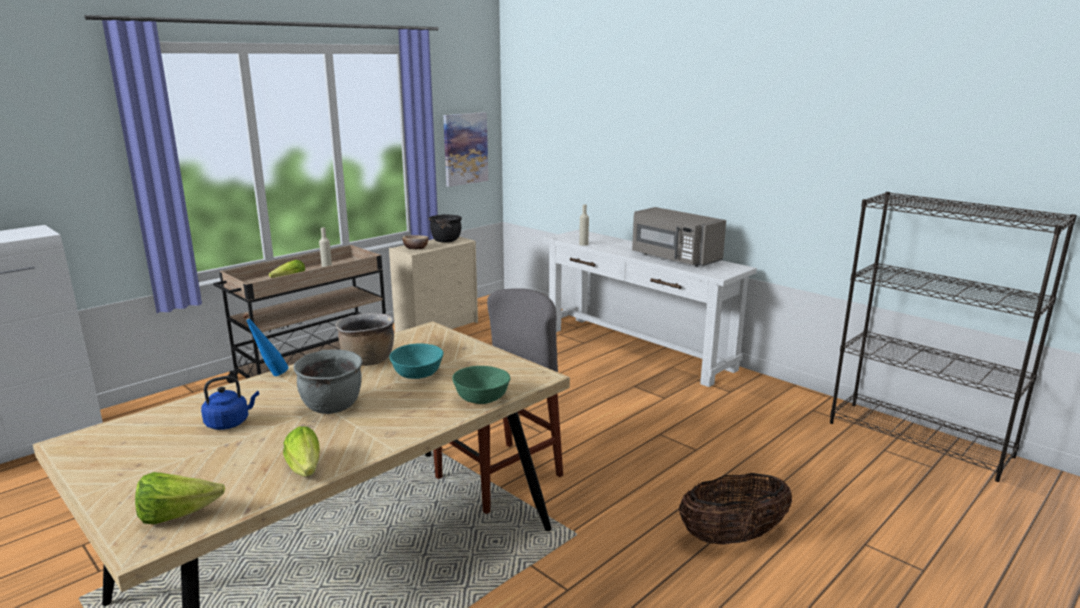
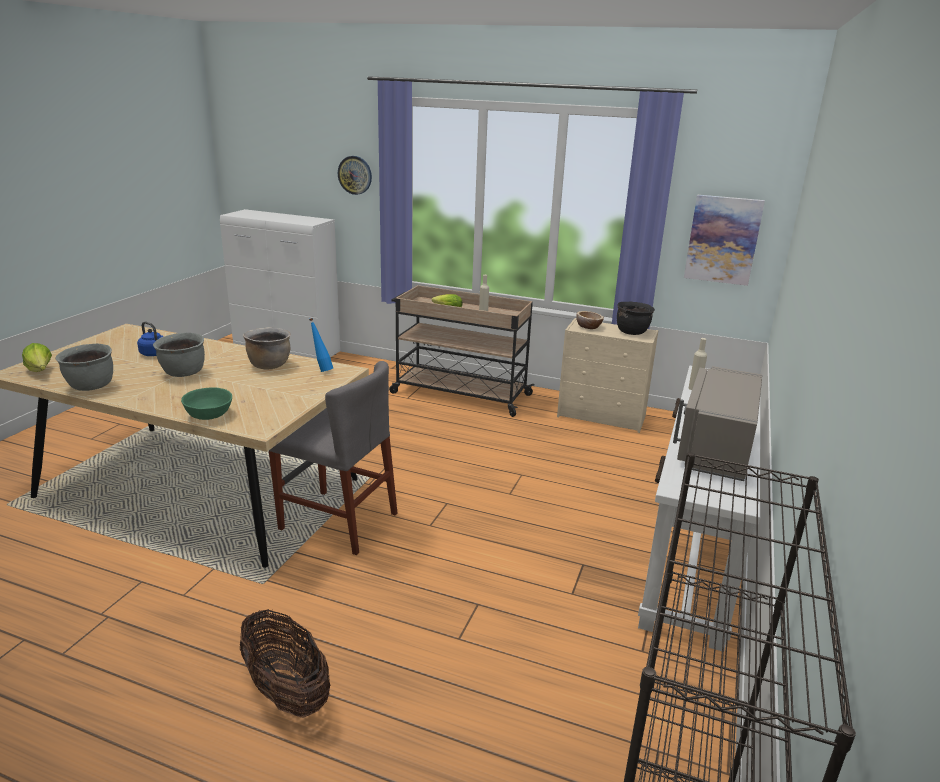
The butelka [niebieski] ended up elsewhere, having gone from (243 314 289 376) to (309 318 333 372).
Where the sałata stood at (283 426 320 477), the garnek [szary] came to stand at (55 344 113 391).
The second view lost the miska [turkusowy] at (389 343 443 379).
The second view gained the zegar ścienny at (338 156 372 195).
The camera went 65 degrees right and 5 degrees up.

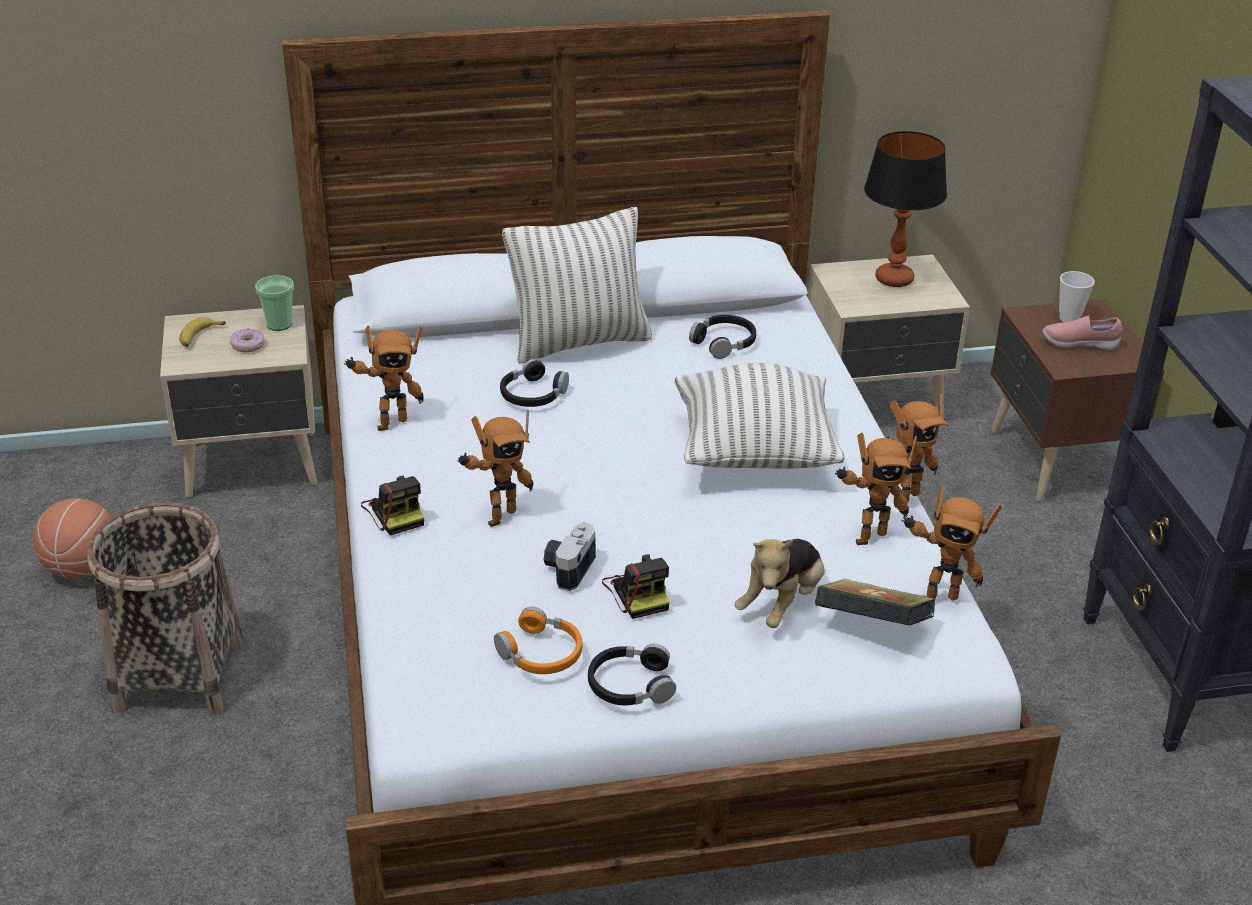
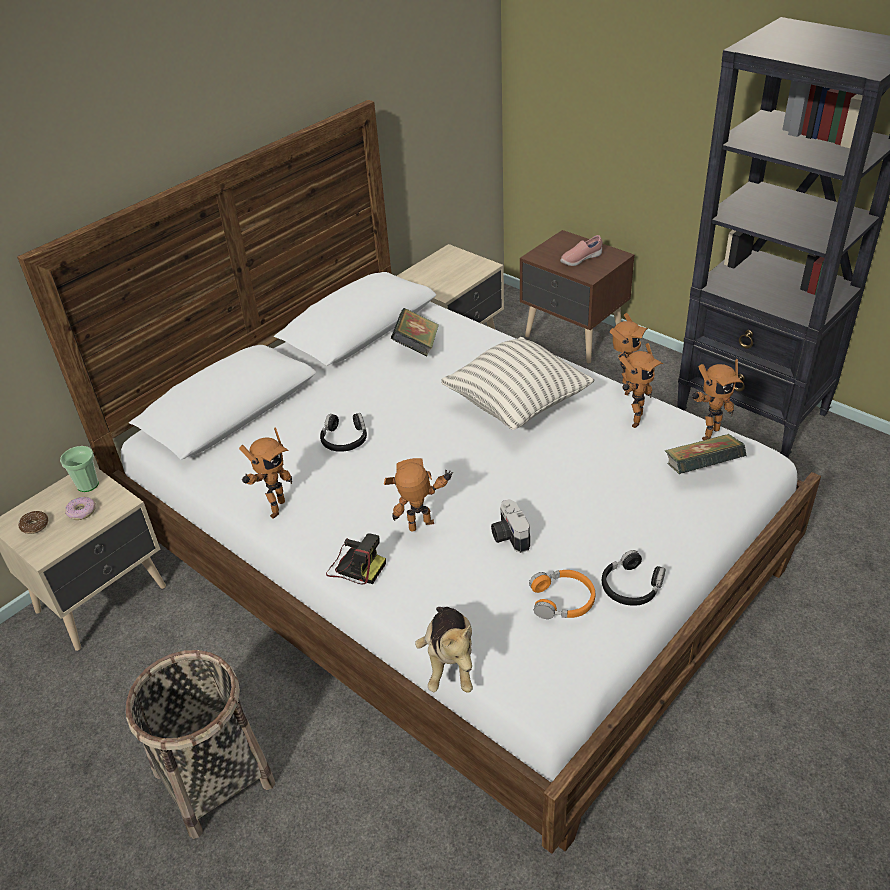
The second view lost the piłka do koszykówki at (33 498 111 579).
Where the banan stood at (179 317 226 347), the donut came to stand at (19 511 48 534).
The robot zabawkowy at (457 410 533 527) ended up facing another way, 120 degrees counterclockwise from before.
The second view lost the poduszka at (502 207 652 364).
The second view lost the aparat fotograficzny at (602 554 670 619).
Where the słuchawki [czarny] stood at (689 315 756 359), the książka came to stand at (391 308 439 356).
The pluszak ended up elsewhere, having gone from (735 539 825 628) to (415 607 473 693).
The second view lost the lampa stołowa at (864 131 947 287).
The second view lost the filiżanka at (1059 271 1095 322).
The camera went 35 degrees left and 5 degrees up.

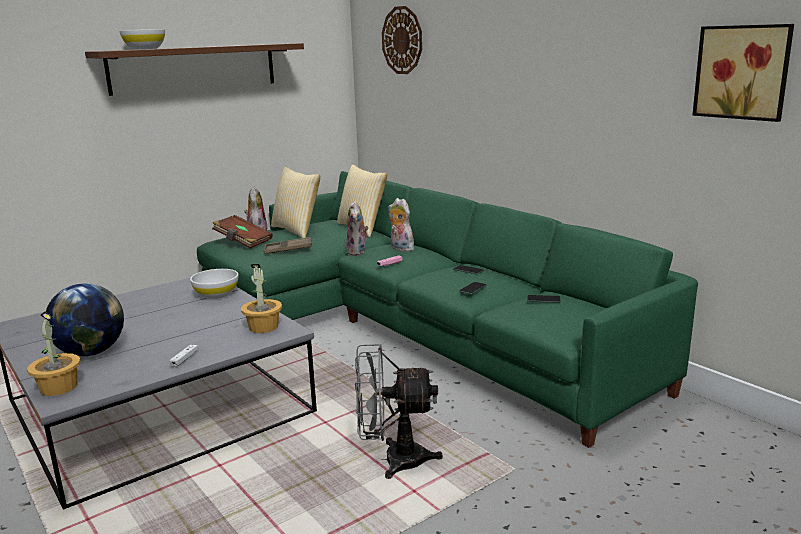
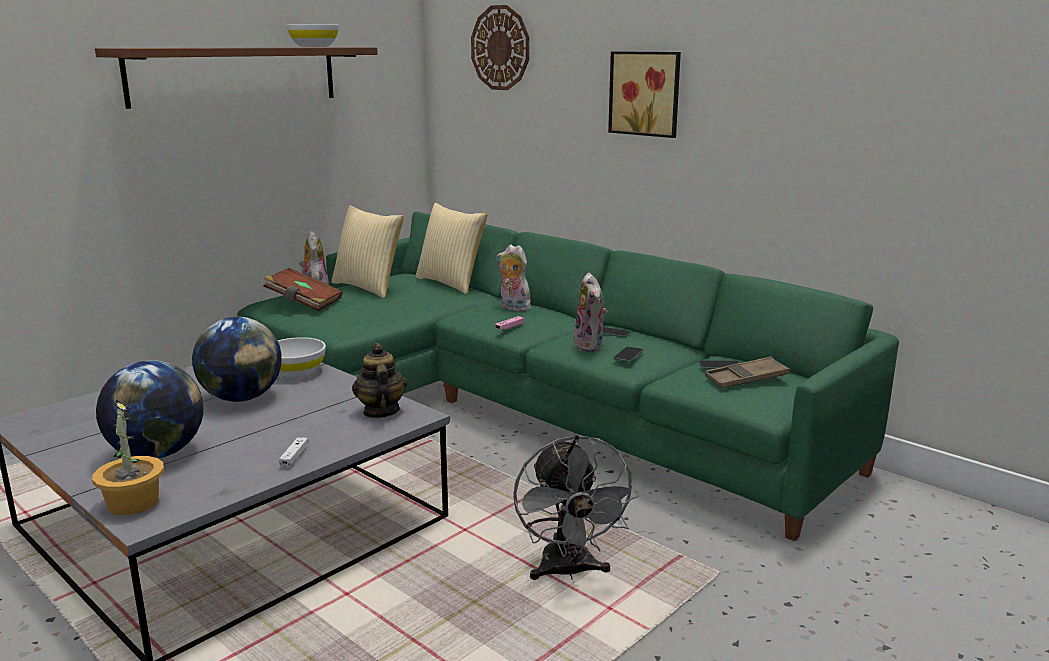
The miska [biały] ended up elsewhere, having gone from (120 29 165 49) to (287 24 339 47).
Where the roślina doniczkowa stood at (241 264 282 333), the imbryk came to stand at (352 343 408 418).
The taca [brązowy] ended up elsewhere, having gone from (264 237 312 254) to (705 356 790 388).
The pluszak ended up elsewhere, having gone from (346 201 369 256) to (574 272 608 352).
The wentylator [szary] at (355 344 443 479) ended up facing another way, 90 degrees counterclockwise from before.
The obraz ended up elsewhere, having gone from (693 24 794 122) to (608 51 681 138).
The second view gained the globus at (192 317 281 402).
The camera went 10 degrees left and 0 degrees up.

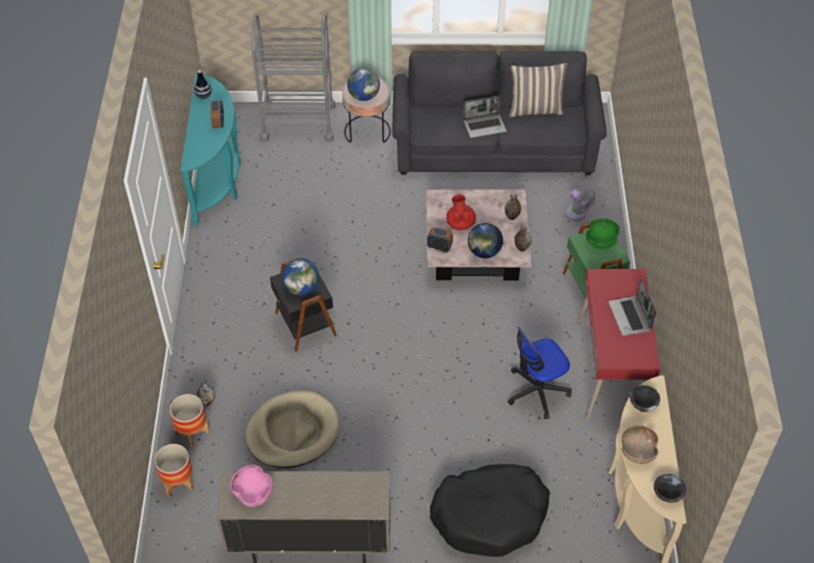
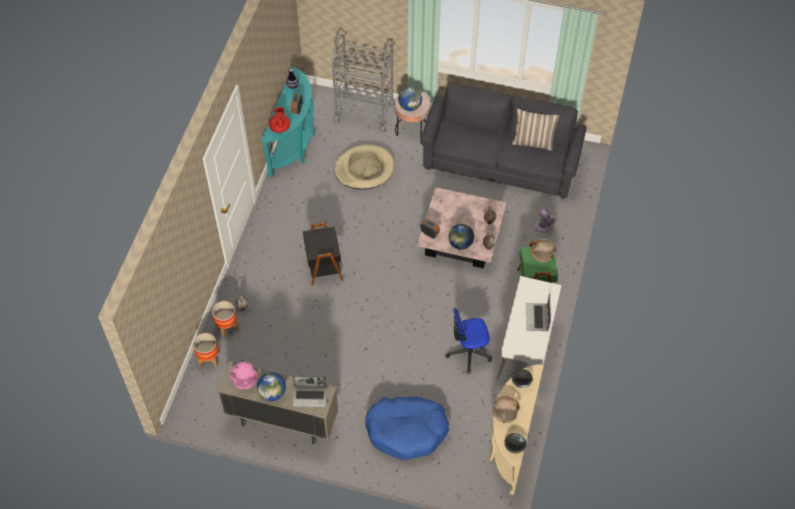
The legowisko [beżowy] ended up elsewhere, having gone from (245 390 339 468) to (334 145 394 190).
The globus ended up elsewhere, having gone from (282 258 319 295) to (257 372 286 401).
What was the legowisko [czarny] at (430 464 550 557) turned into the legowisko [niebieski] at (365 396 449 460).
The imbryk [czerwony] ended up elsewhere, having gone from (446 195 476 230) to (269 107 290 133).
The laptop ended up elsewhere, having gone from (463 95 507 138) to (293 376 327 407).
What was the biurko [czerwony] at (577 269 660 419) turned into the biurko [biały] at (496 276 562 390).
What was the miska [zielony] at (586 218 620 249) turned into the miska [brązowy] at (530 239 556 263).
The camera went 15 degrees right and 5 degrees up.

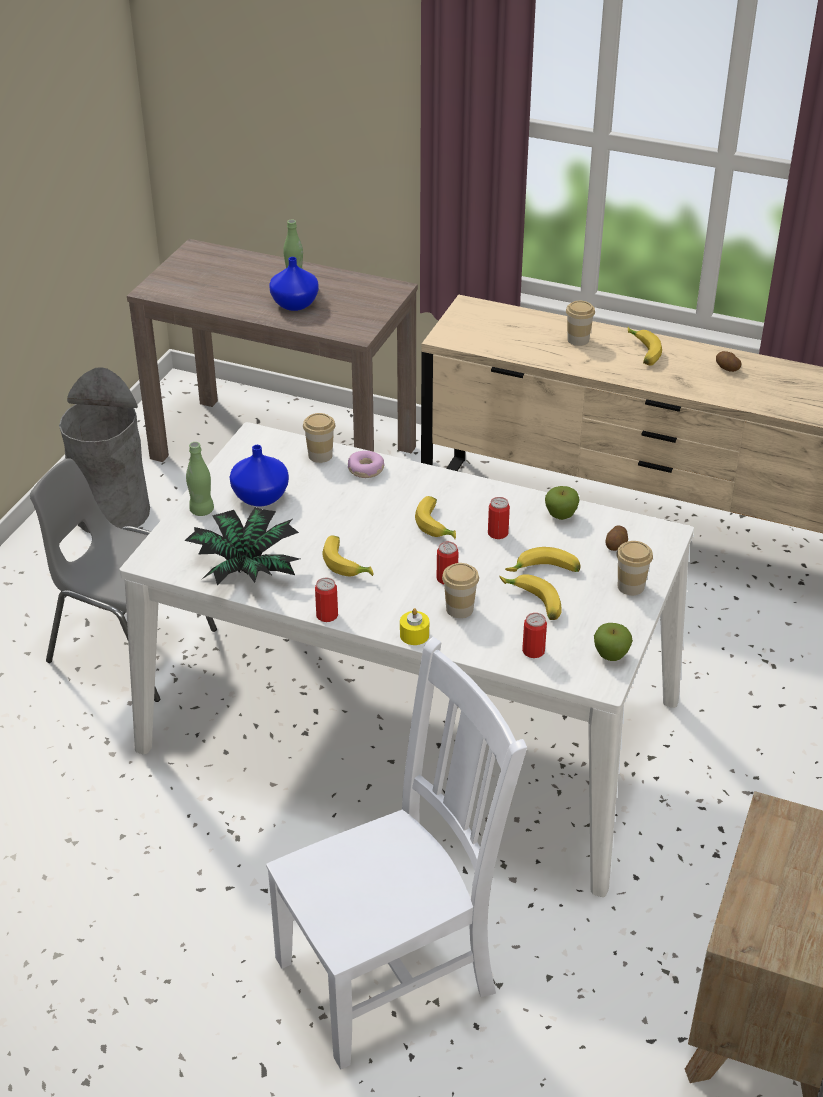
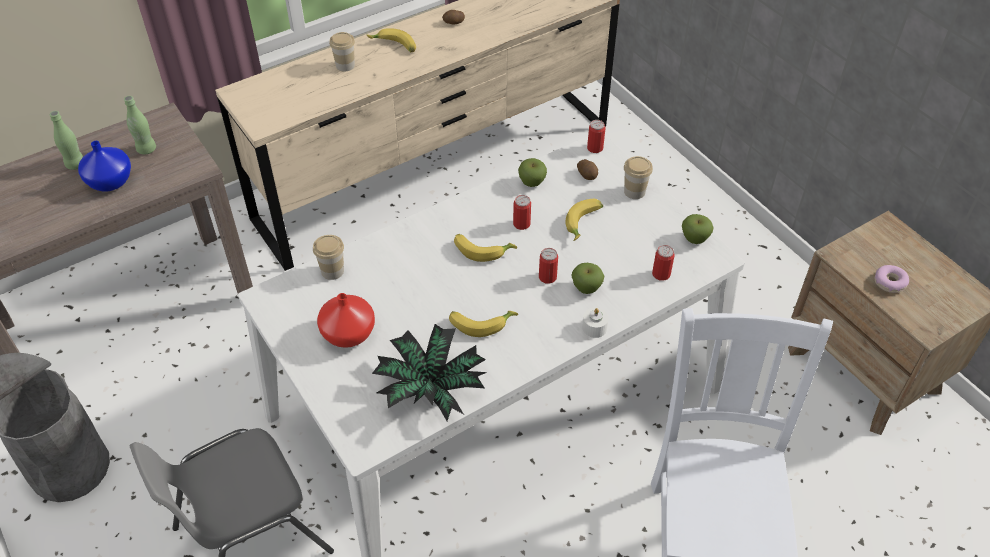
The butelka [zielony] ended up elsewhere, having gone from (186 442 214 516) to (124 96 156 155).
What was the wazon [niebieski] at (230 445 289 507) turned into the wazon [czerwony] at (317 293 375 348).
The puszka ended up elsewhere, having gone from (315 578 338 622) to (587 120 605 153).
The donut ended up elsewhere, having gone from (348 451 385 478) to (875 265 909 293).
What was the świeca [żółty] at (400 608 429 645) turned into the świeca [biały] at (582 308 609 338).
Where the filiżanka stood at (442 563 479 618), the jabłko came to stand at (571 263 604 294).
The second view lost the banan at (500 574 562 620).
The camera went 55 degrees left and 10 degrees up.

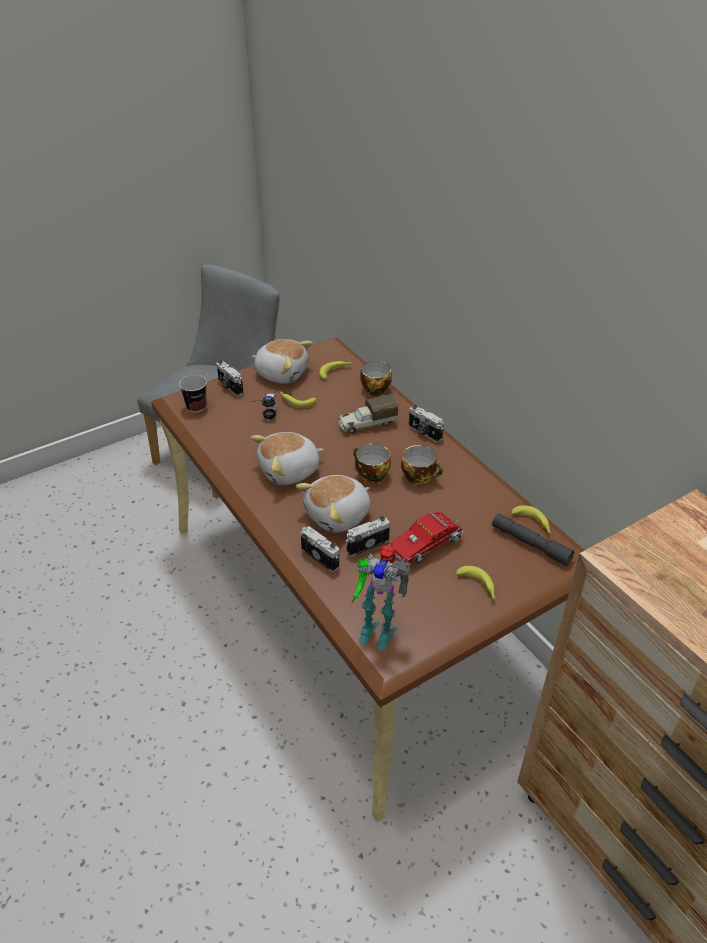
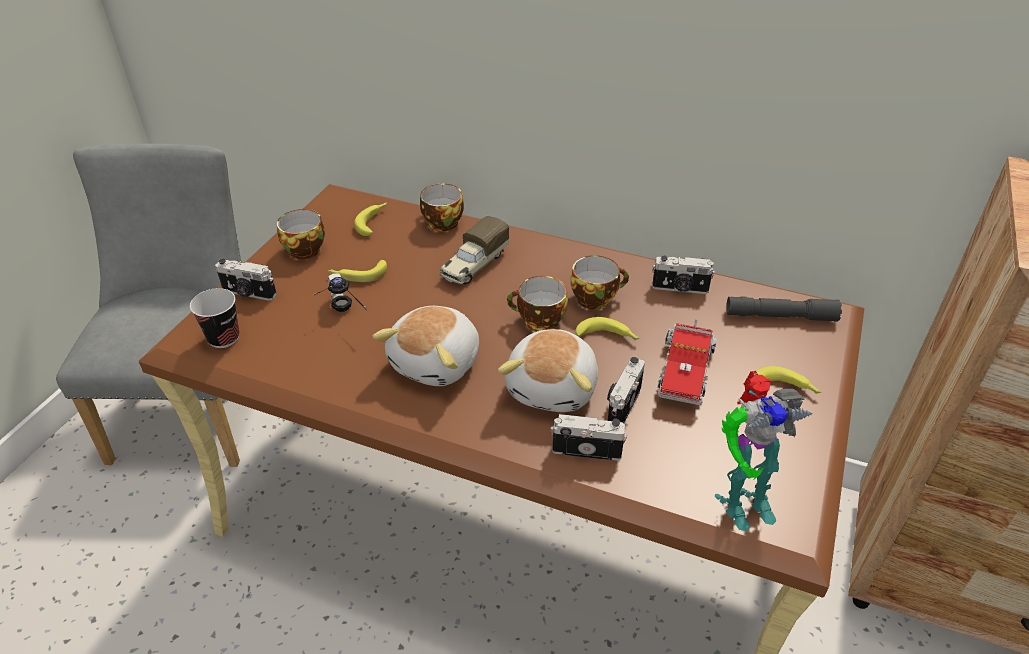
Where the pluszak stood at (252 339 313 384), the filiżanka came to stand at (277 209 325 259).
The aparat fotograficzny ended up elsewhere, having gone from (409 405 444 442) to (652 256 715 294).
The banan ended up elsewhere, having gone from (512 505 551 534) to (575 317 640 340).
The camera went 35 degrees left and 0 degrees up.

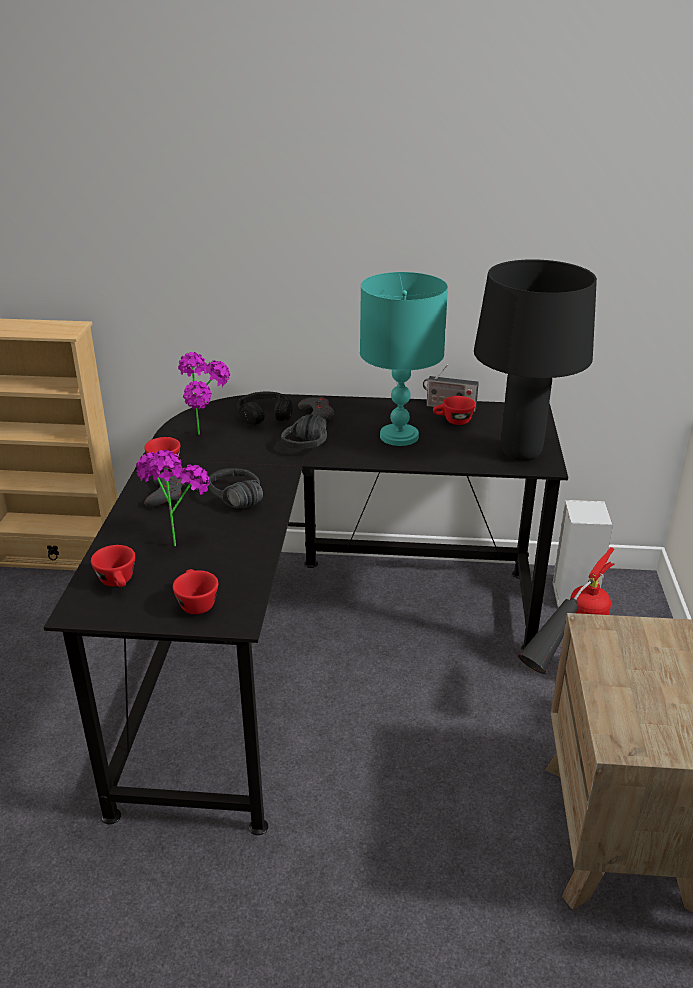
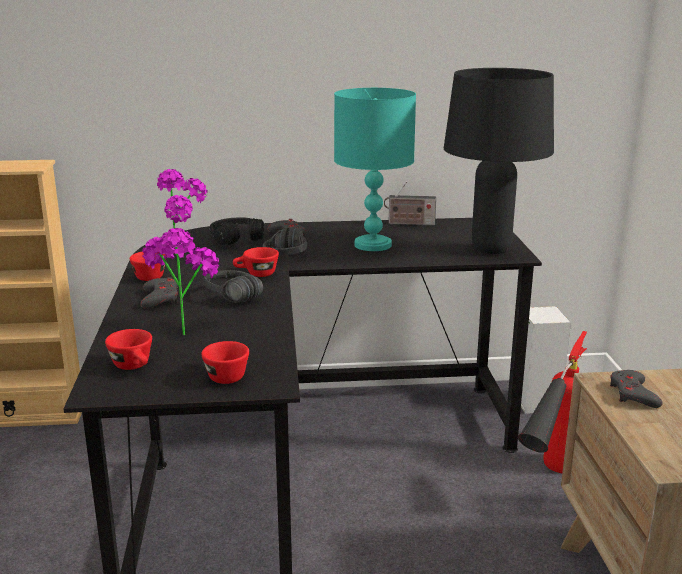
The filiżanka [czerwony] ended up elsewhere, having gone from (433 396 476 425) to (233 247 279 277).
The second view gained the pad do gier [szary] at (610 370 663 408).
The camera went 10 degrees left and 10 degrees down.

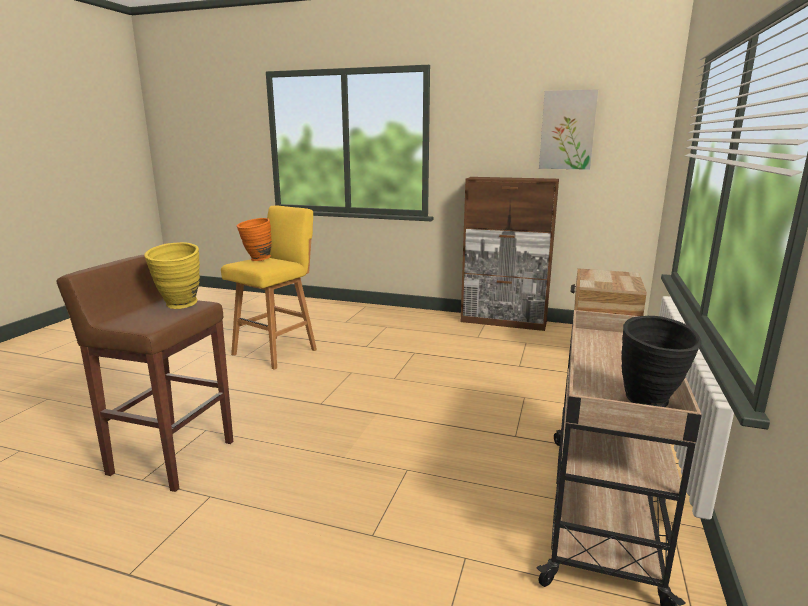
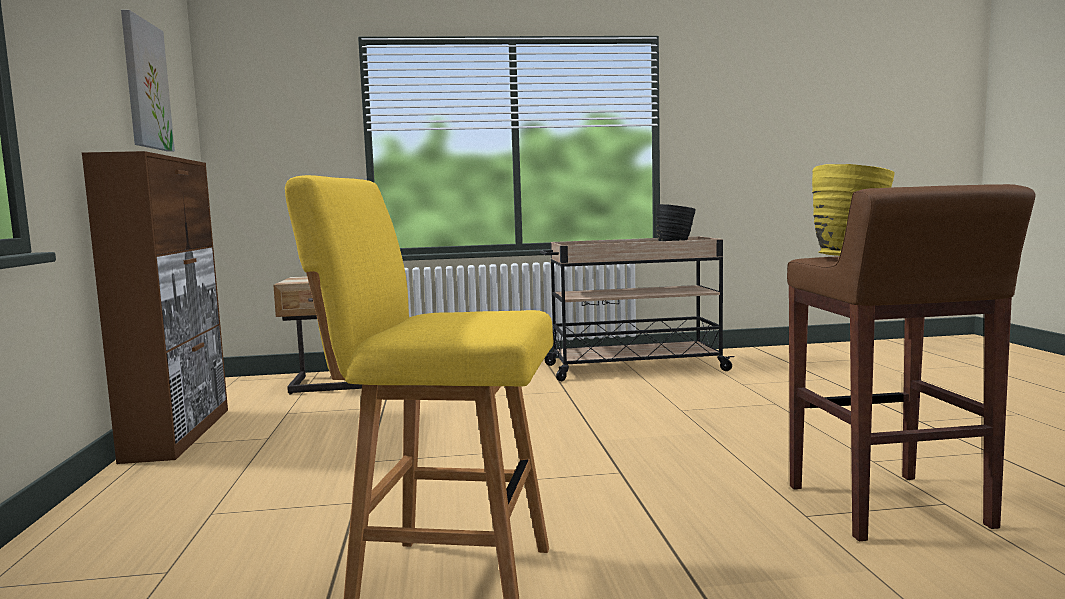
The second view lost the wazon [pomarańczowy] at (237 218 272 261).
The camera went 115 degrees left and 10 degrees down.

